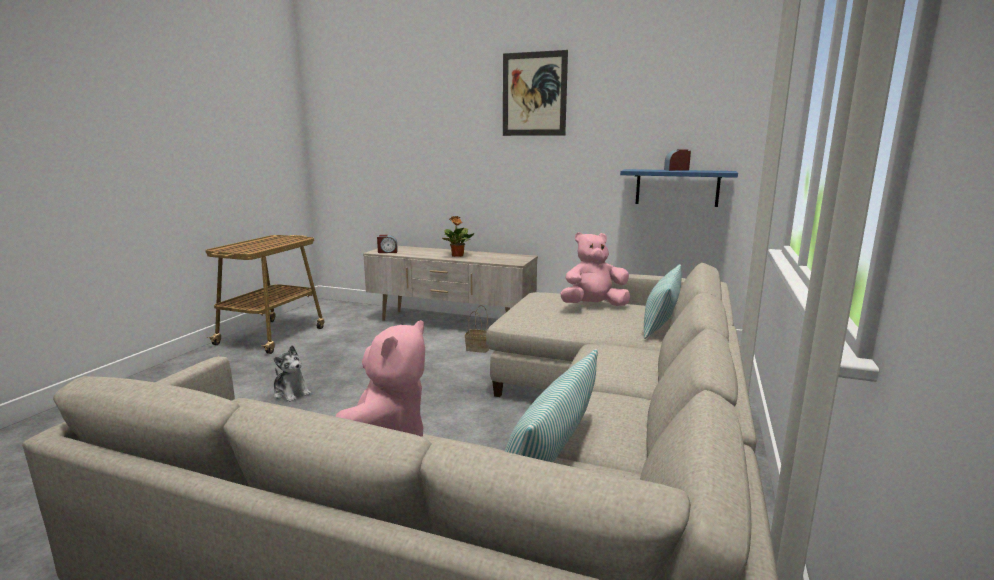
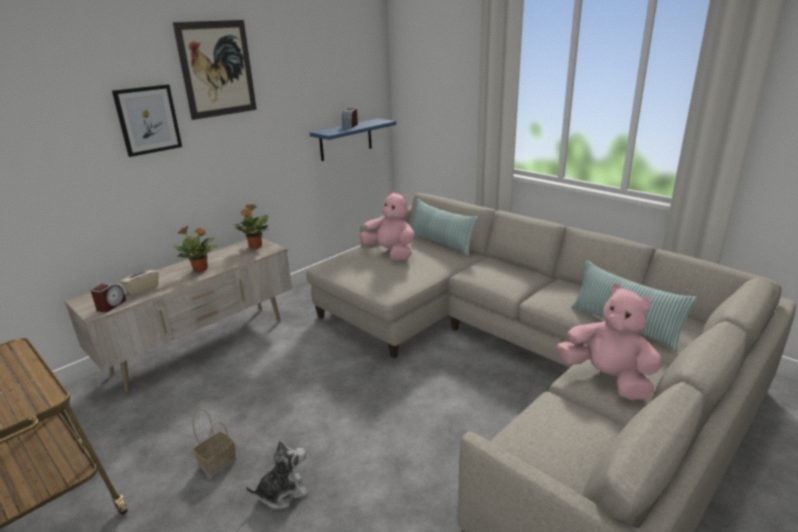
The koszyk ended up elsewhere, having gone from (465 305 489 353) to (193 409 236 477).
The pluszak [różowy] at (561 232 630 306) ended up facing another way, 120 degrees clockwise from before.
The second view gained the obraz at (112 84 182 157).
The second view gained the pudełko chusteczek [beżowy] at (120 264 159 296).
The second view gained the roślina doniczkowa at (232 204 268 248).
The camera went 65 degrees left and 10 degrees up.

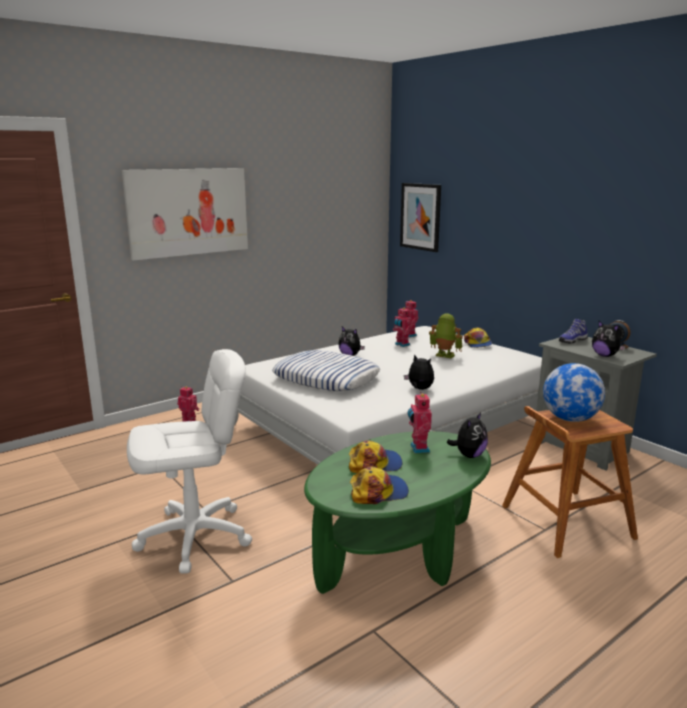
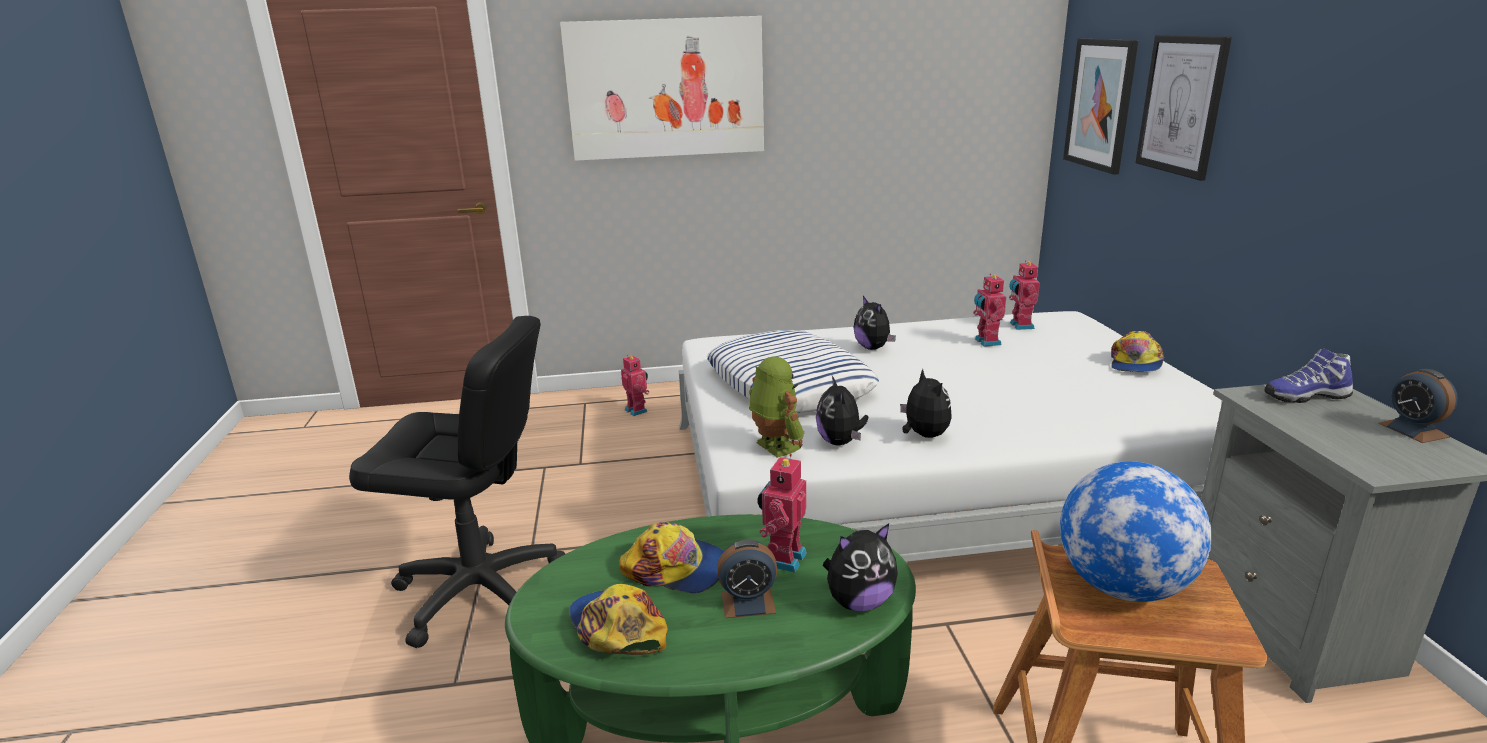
What was the krzesło biurowe [biały] at (127 349 252 574) turned into the krzesło biurowe [czarny] at (349 316 565 648).
The czapka z daszkiem at (350 466 409 504) ended up facing another way, 135 degrees counterclockwise from before.
The robot zabawkowy ended up elsewhere, having gone from (429 313 463 359) to (749 357 804 458).
The pluszak ended up elsewhere, having gone from (592 321 626 357) to (816 376 868 446).
The second view gained the budzik at (717 540 778 618).
The second view gained the obraz at (1136 35 1232 181).
The camera went 30 degrees right and 5 degrees up.

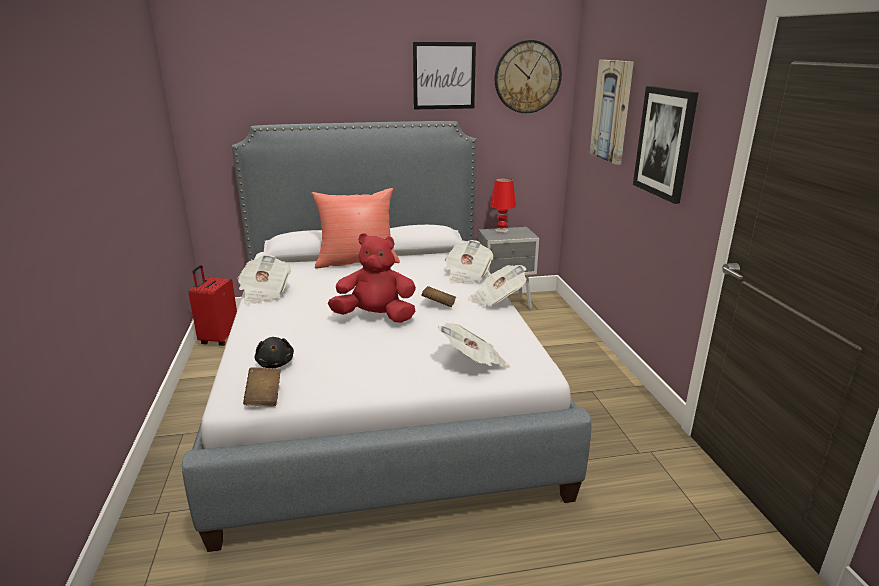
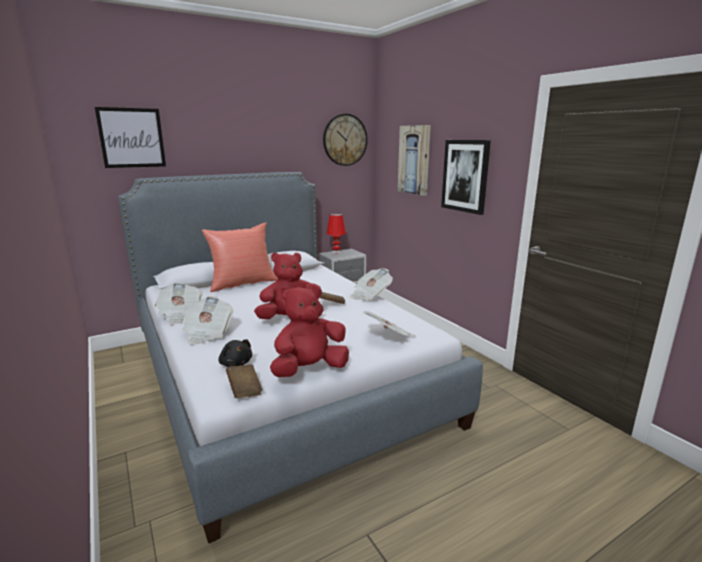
The second view lost the walizka [czerwony] at (189 265 237 346).
The obraz ended up elsewhere, having gone from (413 42 476 109) to (95 107 166 168).
The gazeta ended up elsewhere, having gone from (445 240 494 284) to (182 296 233 345).
The second view gained the pluszak [czerwony] at (270 285 349 377).
The camera went 20 degrees left and 5 degrees down.

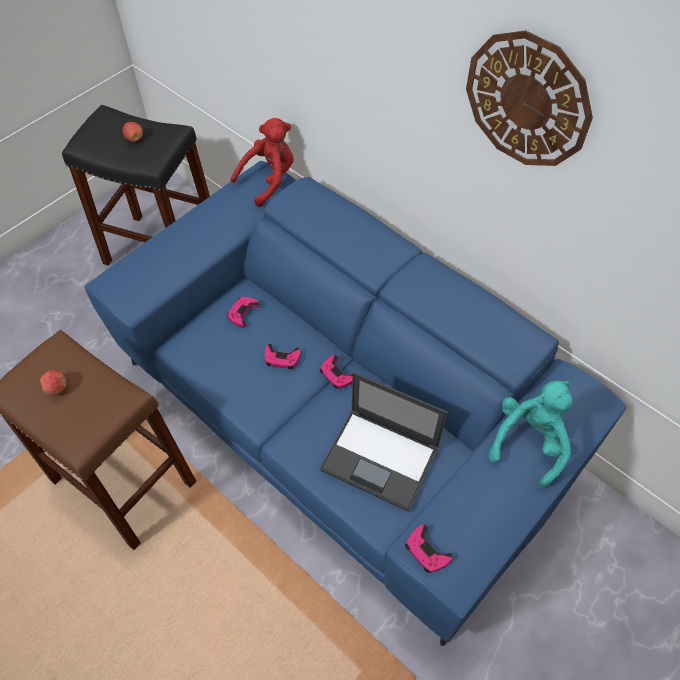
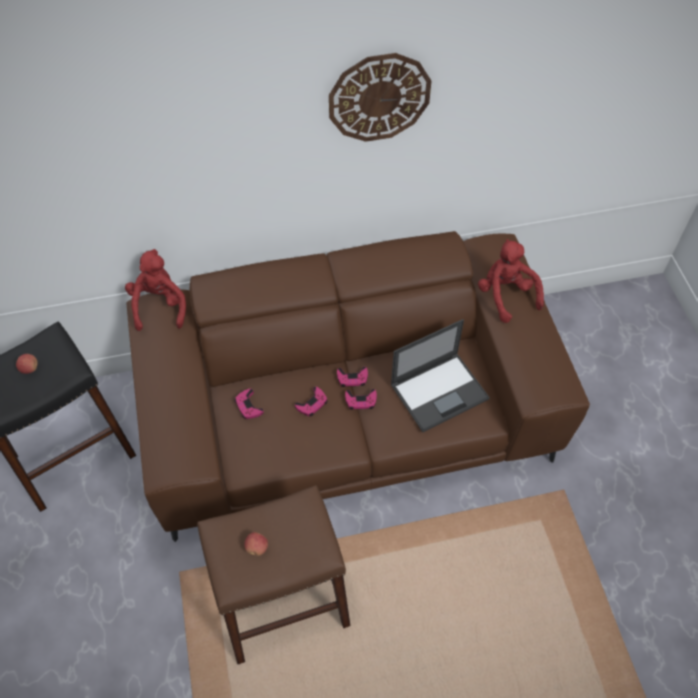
What was the kanapa [niebieski] at (84 161 627 646) turned into the kanapa [brązowy] at (127 231 590 542).
The pad do gier [różowy] ended up elsewhere, having gone from (405 524 453 573) to (345 389 377 410).
What was the pluszak [turkusowy] at (488 381 573 488) turned into the pluszak [czerwony] at (478 239 544 323).
The camera went 55 degrees left and 0 degrees up.

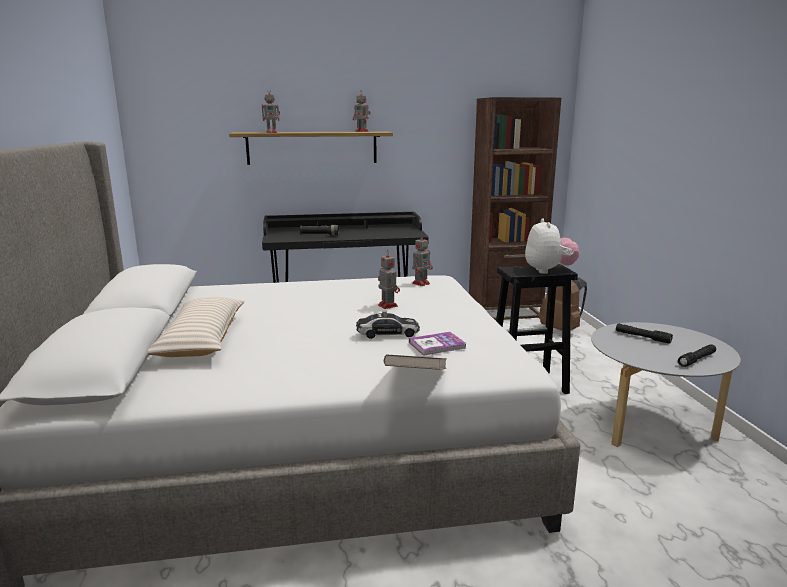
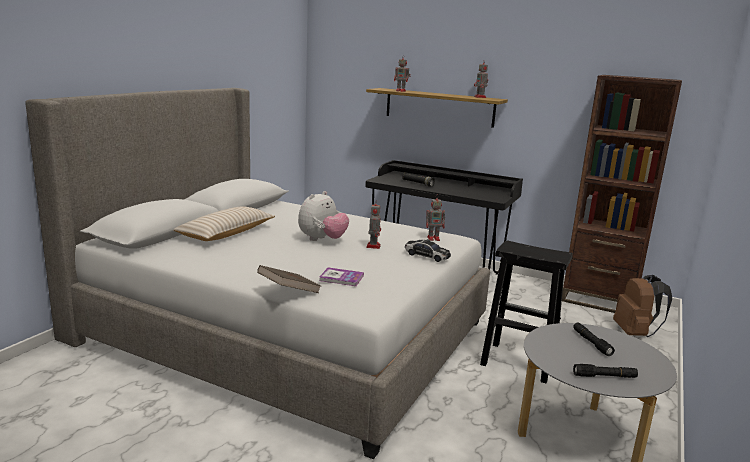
The samochodzik ended up elsewhere, having gone from (356 312 420 339) to (405 239 451 262).
The pluszak ended up elsewhere, having gone from (525 219 579 274) to (298 191 349 241).
The camera went 35 degrees right and 0 degrees up.

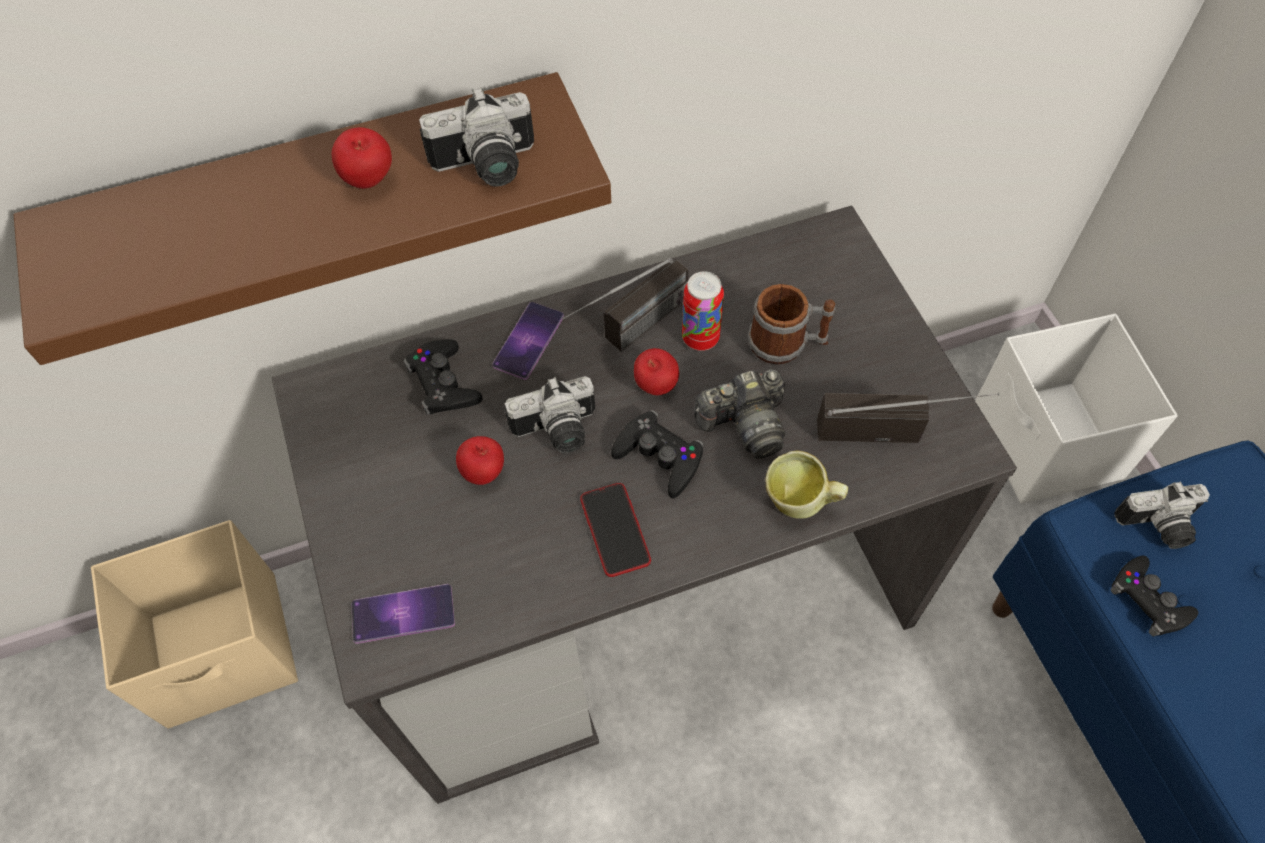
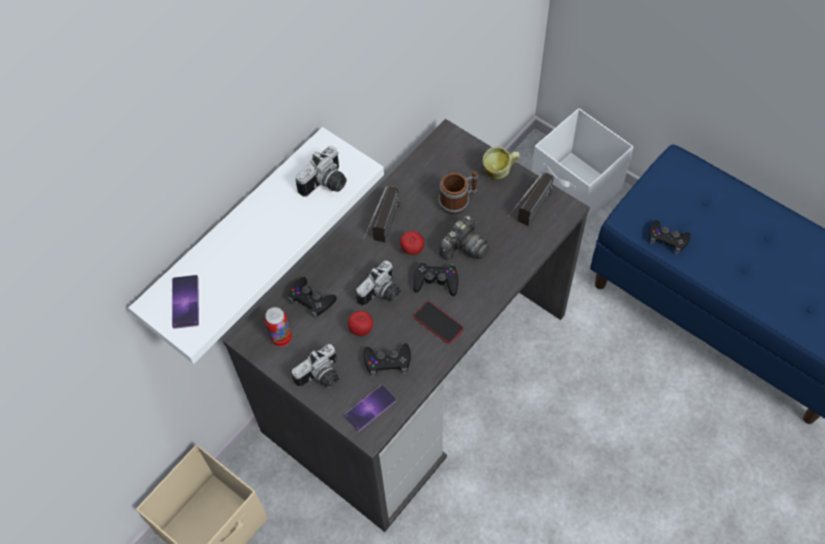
What was the półka [brązowy] at (14 72 611 365) turned into the półka [biały] at (129 127 384 364).
The second view lost the jabłko at (332 127 392 189).
The telefon ended up elsewhere, having gone from (492 302 564 380) to (172 275 199 329).
The puszka ended up elsewhere, having gone from (682 271 724 351) to (265 307 292 347).
The kubek ended up elsewhere, having gone from (765 451 848 519) to (483 147 520 179).
The radio at (817 393 999 443) ended up facing another way, 150 degrees clockwise from before.
The aparat fotograficzny ended up elsewhere, having gone from (1114 481 1210 549) to (292 344 339 388).
The second view gained the pad do gier [czarny] at (364 343 411 377).
The camera went 30 degrees left and 0 degrees up.

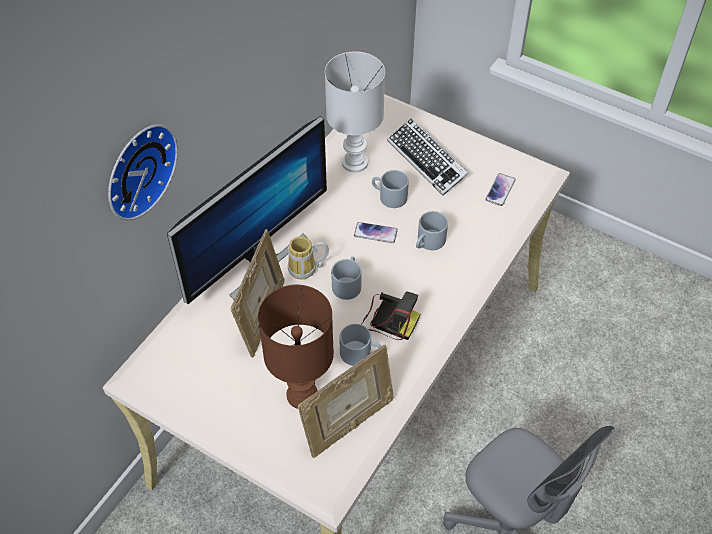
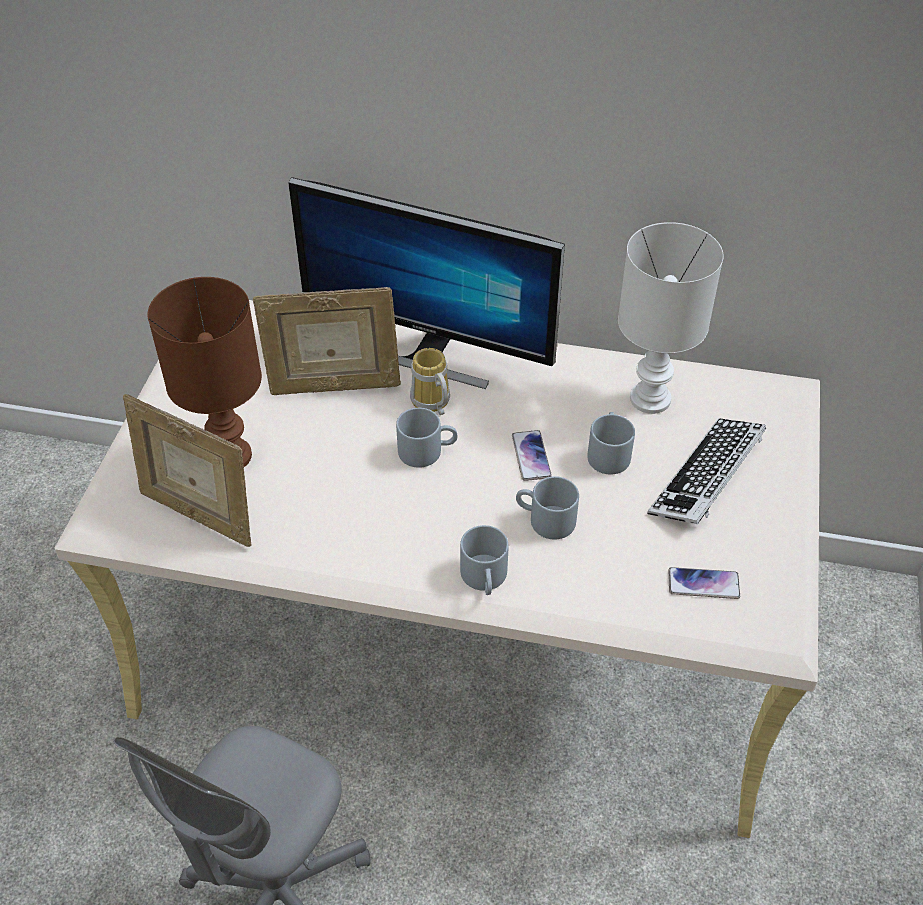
The second view lost the zegar ścienny at (108 124 178 220).
The kubek [szary] ended up elsewhere, having gone from (339 324 381 366) to (460 525 509 595).
The second view lost the aparat fotograficzny at (361 291 420 340).
The camera went 70 degrees right and 5 degrees down.

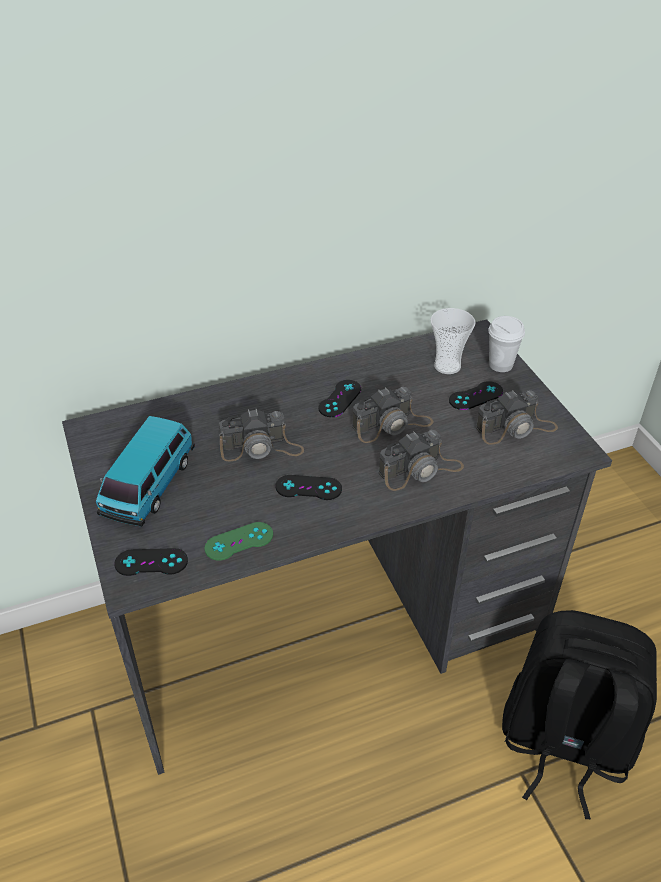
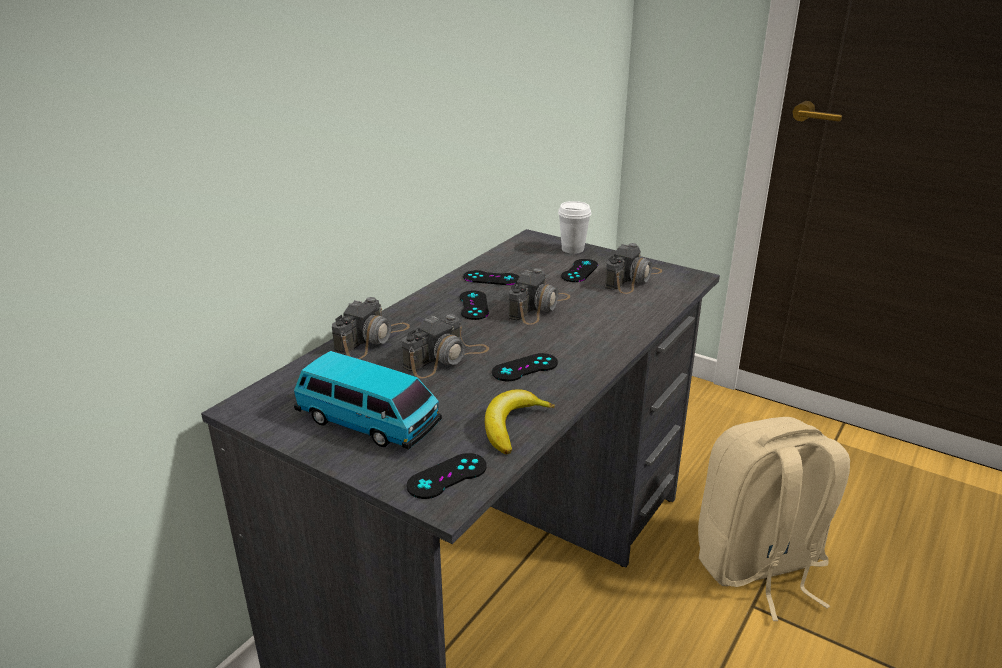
The samochodzik at (96 416 195 527) ended up facing another way, 45 degrees counterclockwise from before.
Where the pad do gier [zielony] stood at (204 522 273 561), the banan came to stand at (485 389 555 454).
The aparat fotograficzny ended up elsewhere, having gone from (379 430 464 491) to (332 297 410 359).
The second view lost the filiżanka at (430 308 476 374).
What was the plecak [czarny] at (502 610 657 819) turned into the plecak [beżowy] at (698 417 850 621).
The second view gained the pad do gier [czarny] at (463 270 520 285).
The camera went 35 degrees left and 15 degrees down.

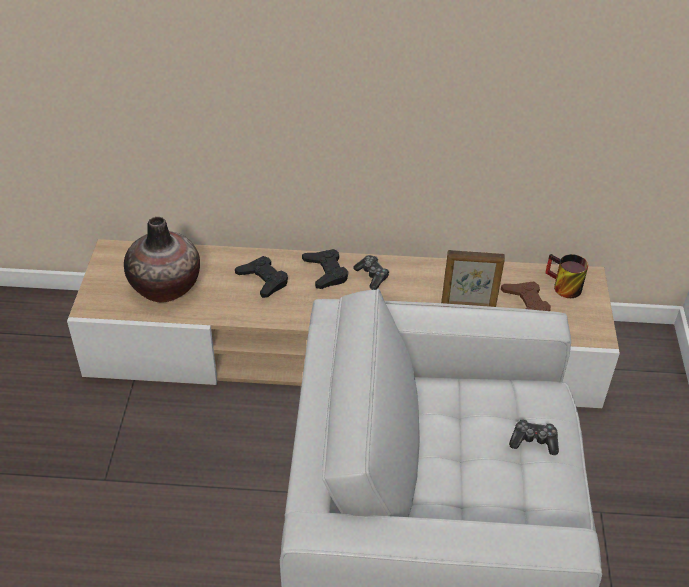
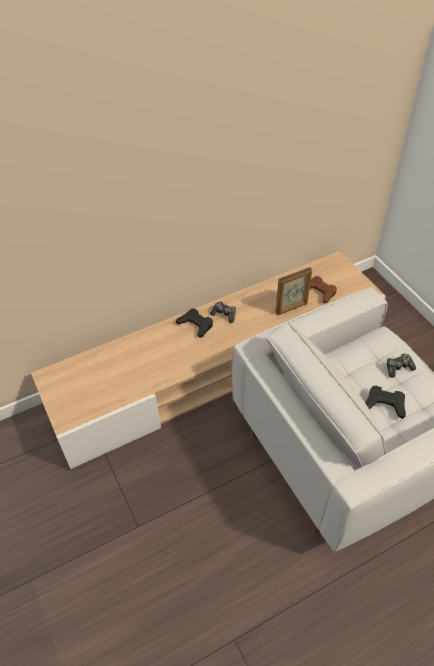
The second view lost the wazon at (124 217 200 302).
The pad do gier [czarny] ended up elsewhere, having gone from (235 256 288 298) to (365 385 406 419).
The second view lost the kubek at (545 254 588 298).
The camera went 30 degrees left and 5 degrees up.

